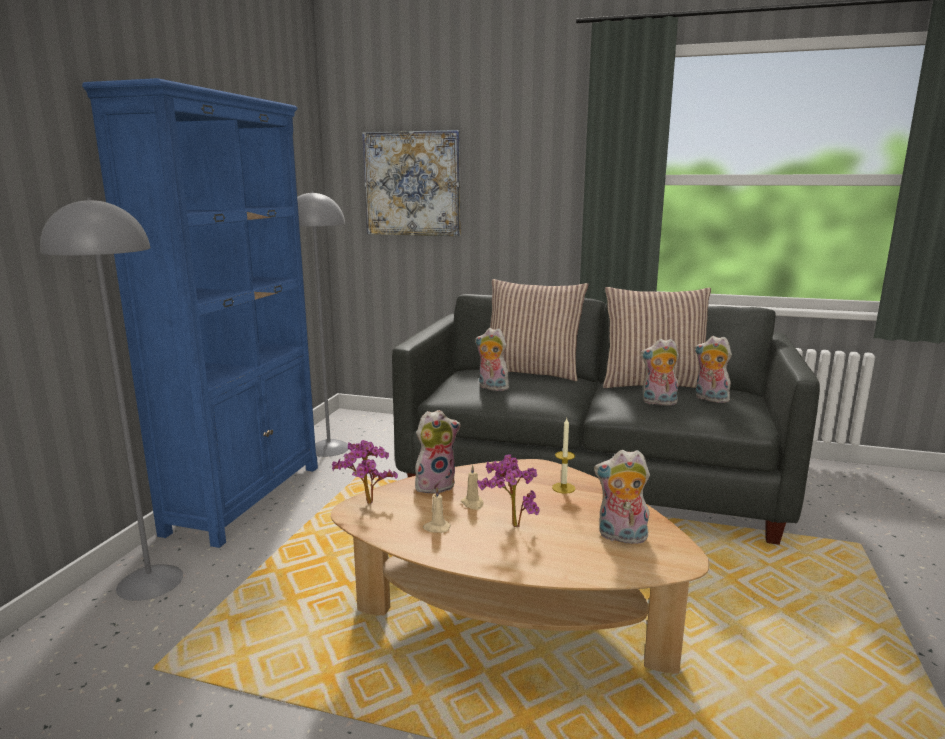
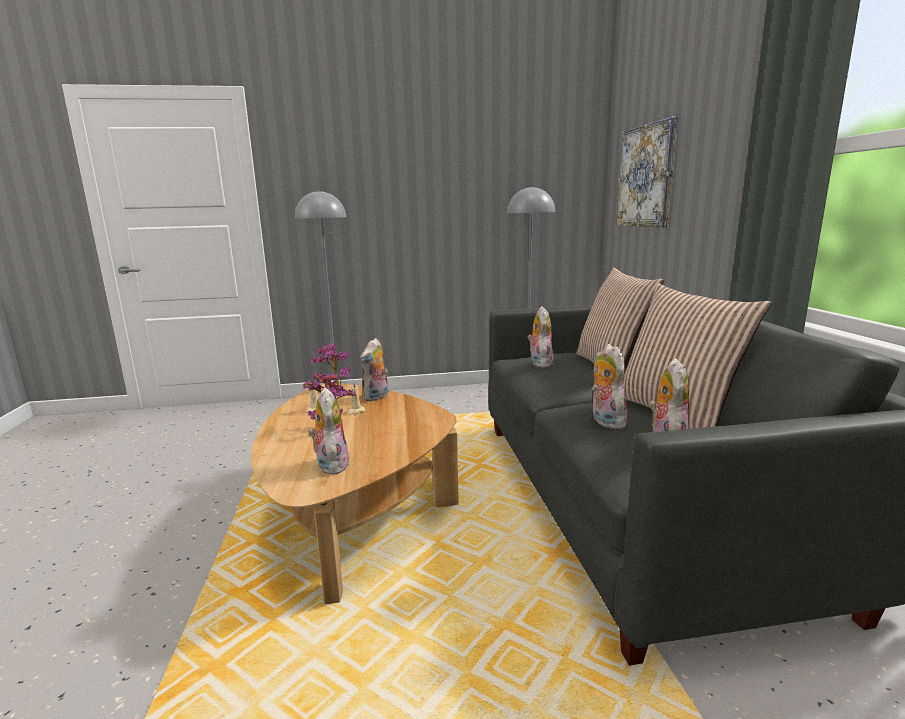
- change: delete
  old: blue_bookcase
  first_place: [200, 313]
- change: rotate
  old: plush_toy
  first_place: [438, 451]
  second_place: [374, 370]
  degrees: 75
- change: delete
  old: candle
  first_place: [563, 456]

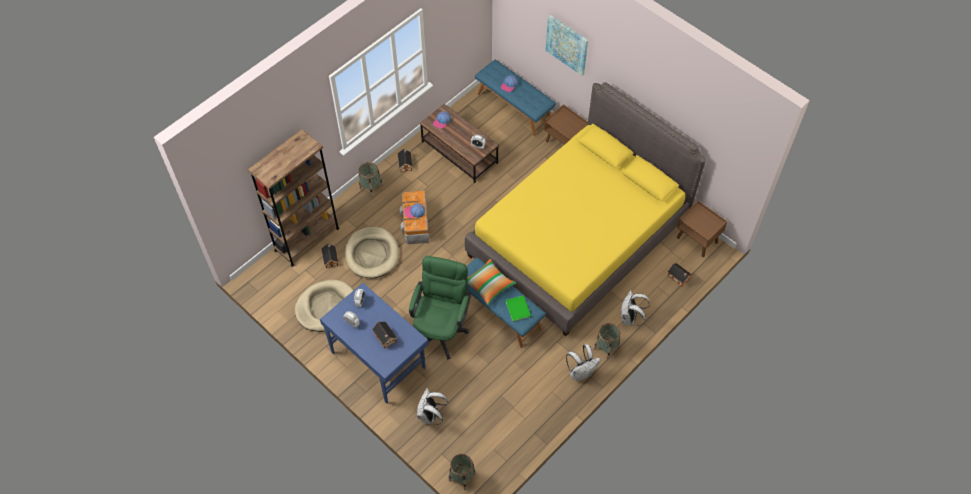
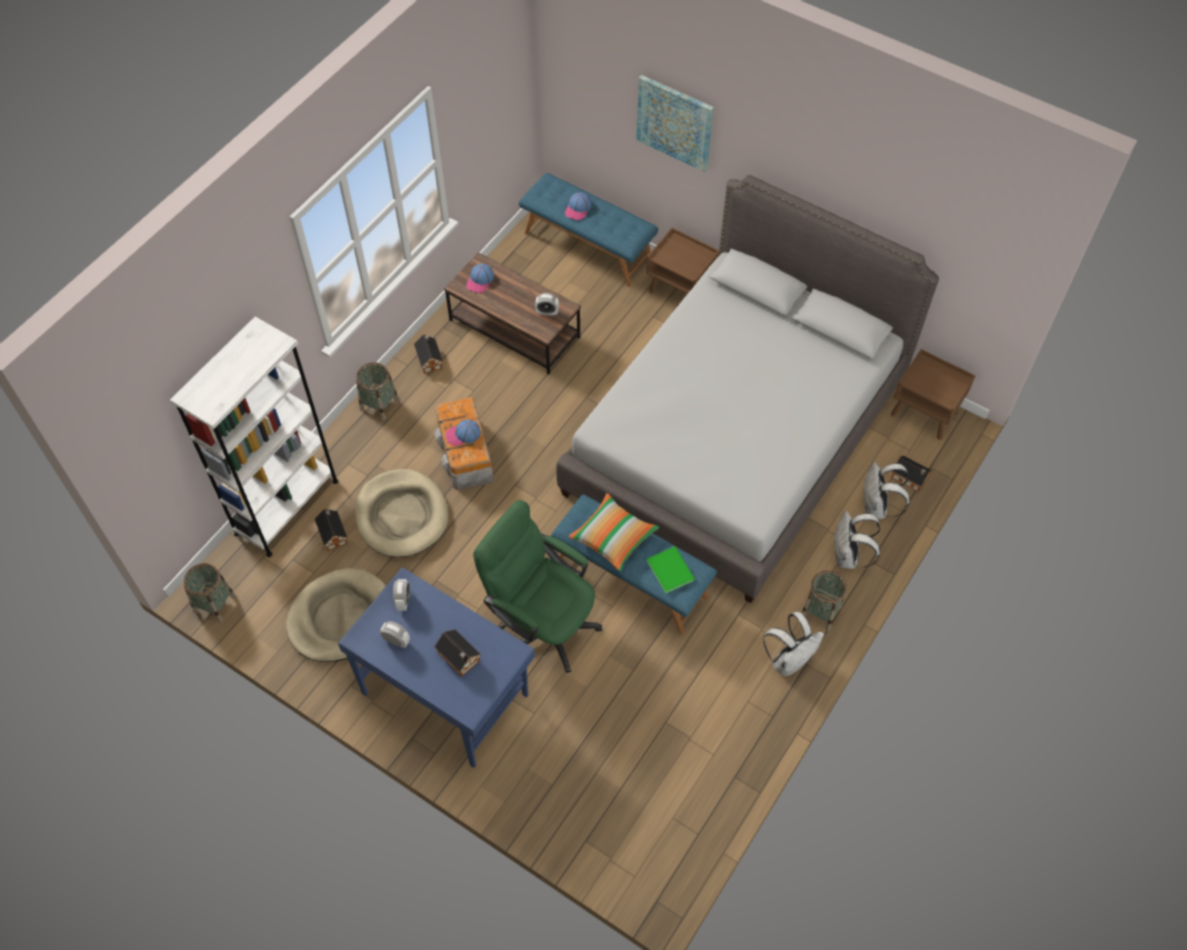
- change: recolor
  old: brown_bookcase
  new: white_bookcase
  first_place: [293, 198]
  second_place: [254, 436]
- change: rotate
  old: green_office_chair
  first_place: [440, 308]
  second_place: [537, 586]
  degrees: -60
- change: move
  old: white_backpack
  first_place: [432, 406]
  second_place: [887, 490]
- change: move
  old: basket
  first_place: [462, 472]
  second_place: [210, 593]
- change: recolor
  old: yellow_bed
  new: grey_bed
  first_place: [585, 209]
  second_place: [747, 389]

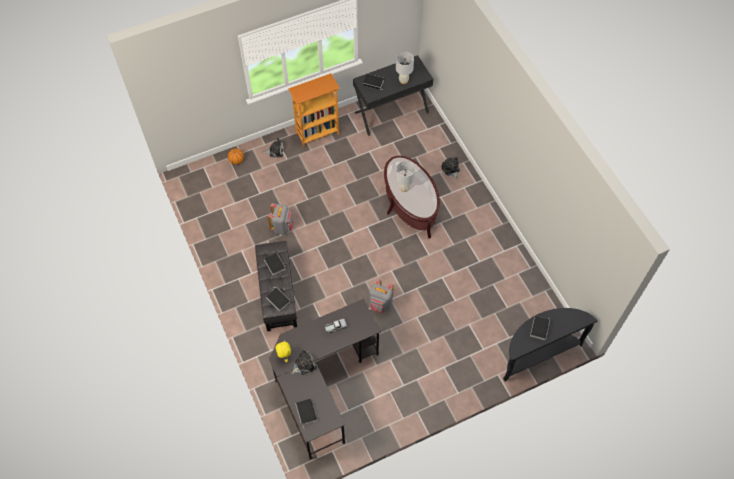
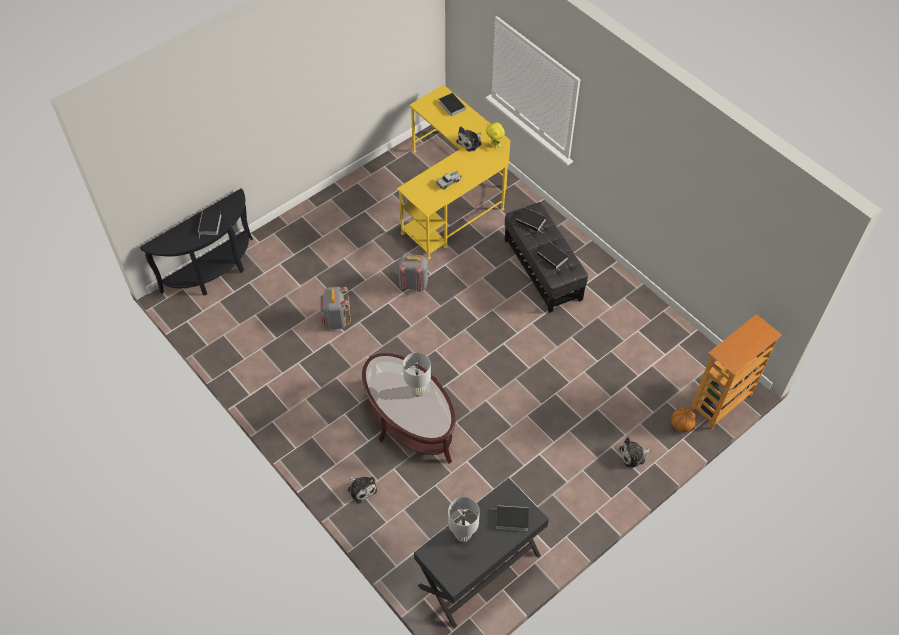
- change: move
  old: grey_backpack
  first_place: [281, 219]
  second_place: [335, 308]
- change: recolor
  old: black_desk
  new: yellow_desk
  first_place: [325, 379]
  second_place: [453, 172]
- change: move
  old: bookcase
  first_place: [314, 110]
  second_place: [736, 371]

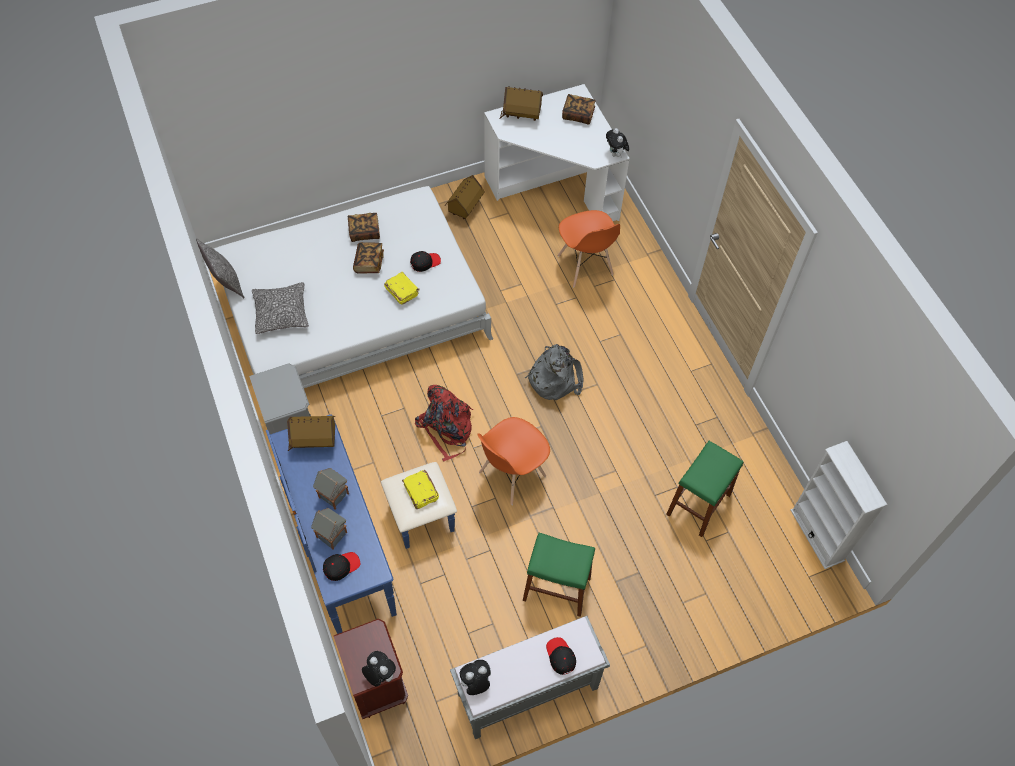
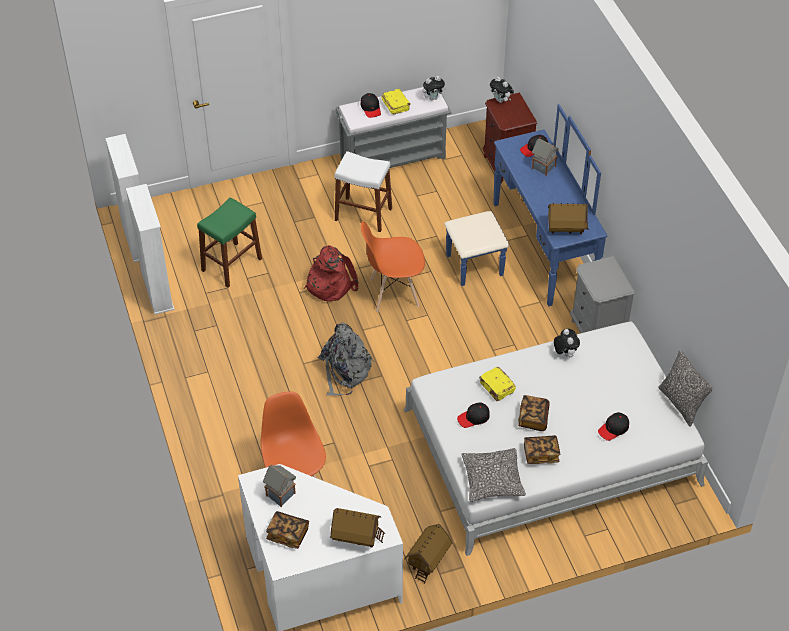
- change: move
  old: pillow
  first_place: [280, 308]
  second_place: [493, 475]
- change: move
  old: toy_house
  first_place: [331, 489]
  second_place: [279, 485]
- change: move
  old: yellow_book
  first_place: [420, 489]
  second_place: [396, 102]
- change: move
  old: red_backpack
  first_place: [444, 423]
  second_place: [331, 273]
- change: rotate
  old: orange_chair
  first_place: [514, 461]
  second_place: [393, 266]
  degrees: -150
- change: recolor
  old: green_stool
  new: white_stool
  first_place: [559, 575]
  second_place: [363, 191]
- change: move
  old: plush_toy
  first_place: [617, 142]
  second_place: [567, 343]
- change: insert
  new: white_bookcase
  second_place: [150, 249]
- change: insert
  new: black_cap
  second_place: [613, 426]

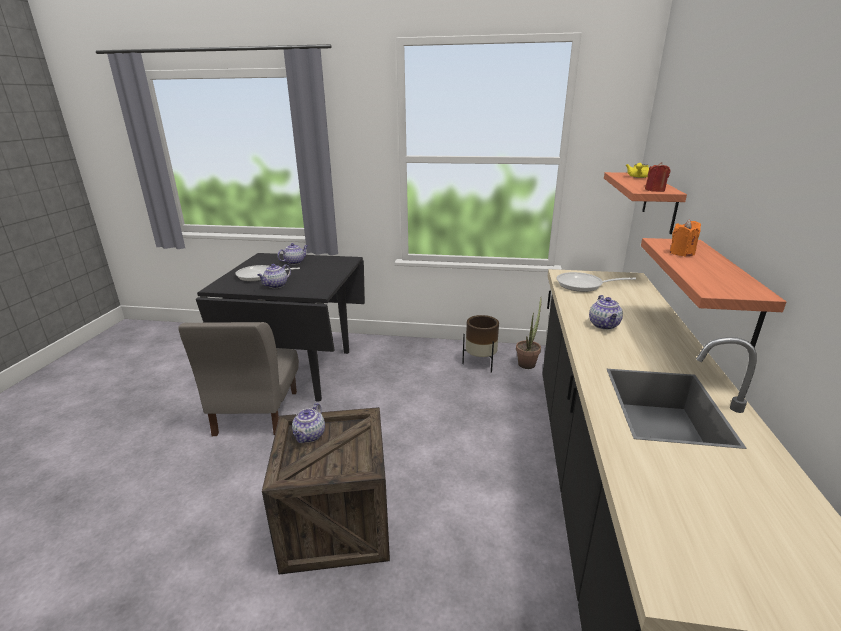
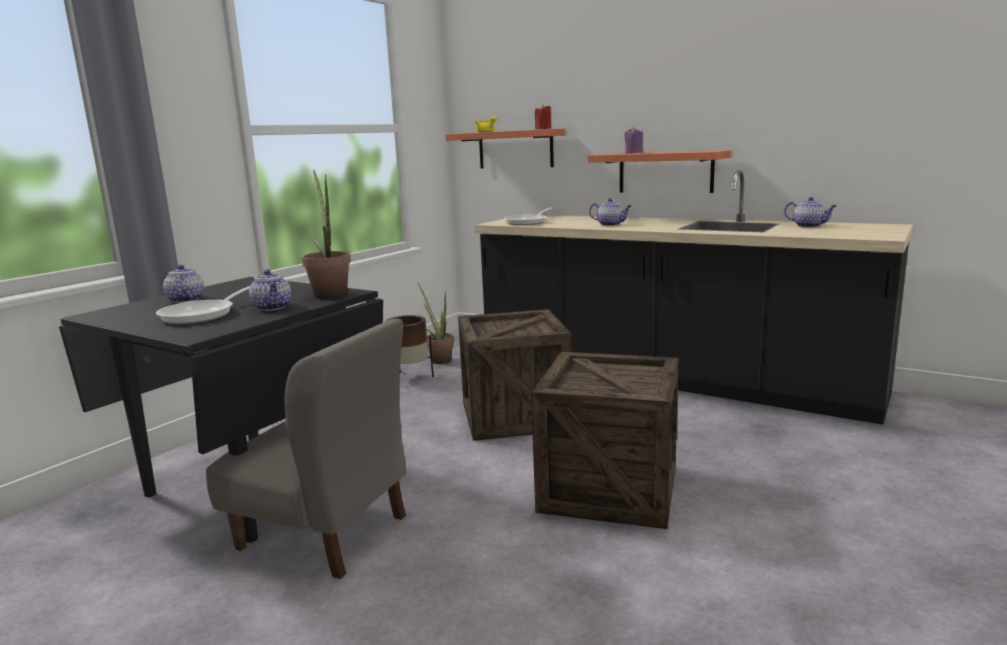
- change: move
  old: teapot
  first_place: [308, 423]
  second_place: [810, 212]
- change: recolor
  old: orange_candle
  new: purple_candle
  first_place: [685, 238]
  second_place: [633, 140]
- change: insert
  new: potted_plant
  second_place: [326, 234]
- change: insert
  new: crate
  second_place: [515, 375]

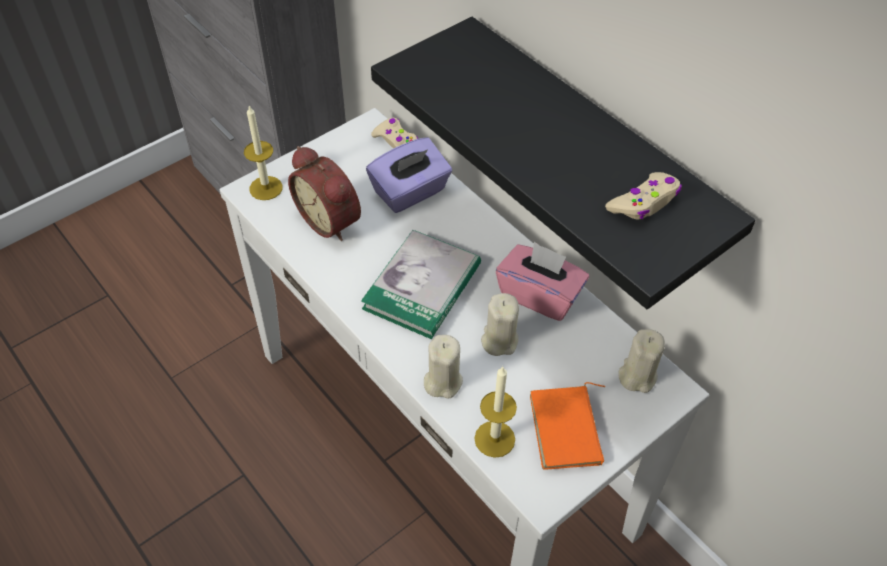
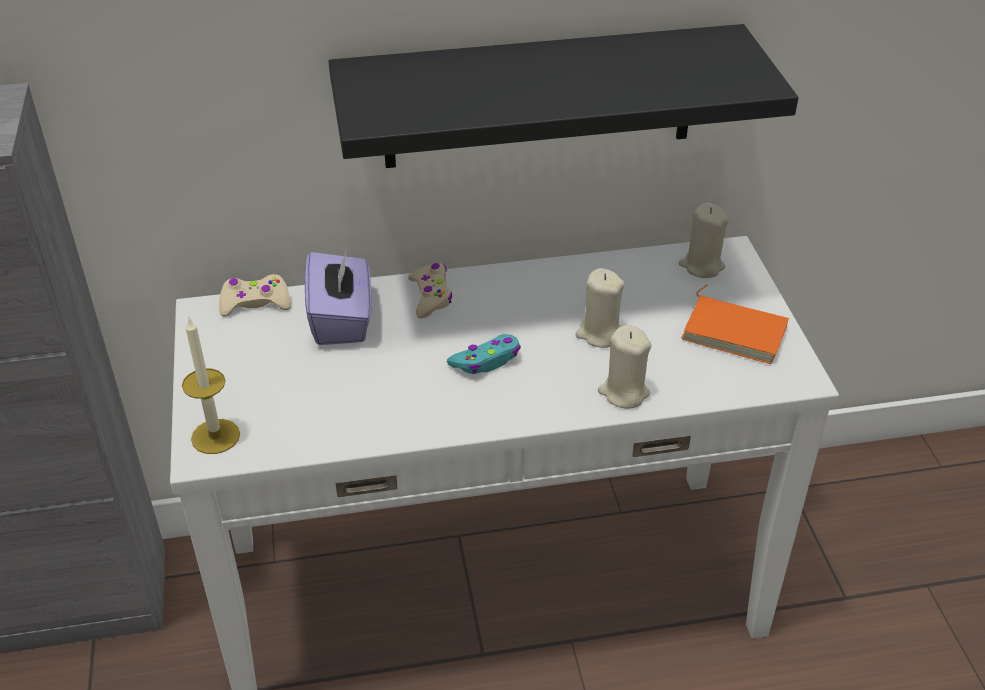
- change: delete
  old: alarm_clock
  first_place: [324, 193]
- change: replace
  old: book
  new: turquoise_game_controller
  first_place: [421, 284]
  second_place: [484, 354]
- change: delete
  old: candle
  first_place: [495, 412]
- change: delete
  old: pink_tissue_box
  first_place: [542, 281]
- change: move
  old: beige_game_controller
  first_place: [643, 196]
  second_place: [430, 291]

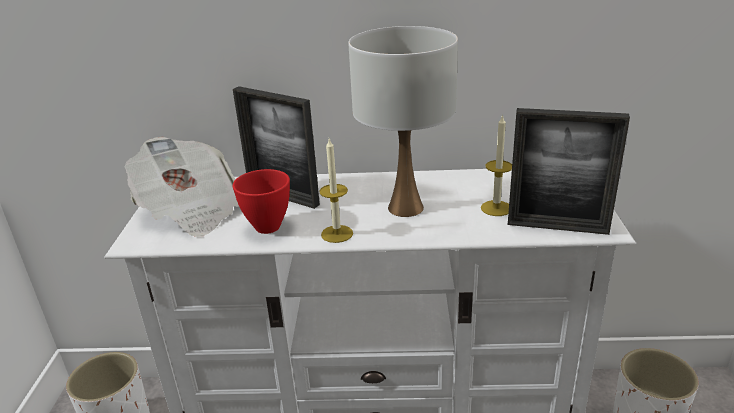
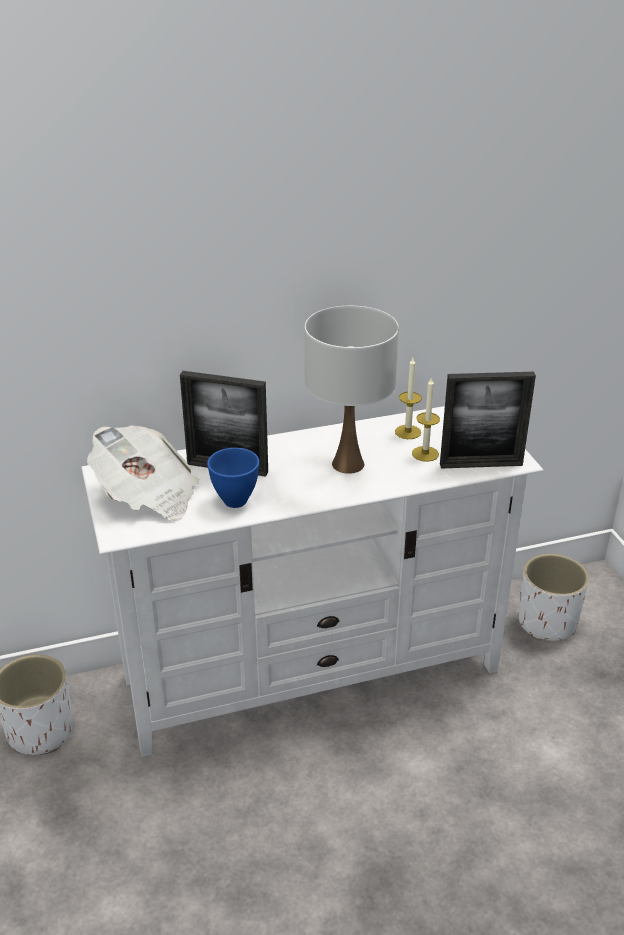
- change: recolor
  old: red_bowl
  new: blue_bowl
  first_place: [261, 201]
  second_place: [233, 478]
- change: move
  old: candle
  first_place: [336, 191]
  second_place: [408, 398]

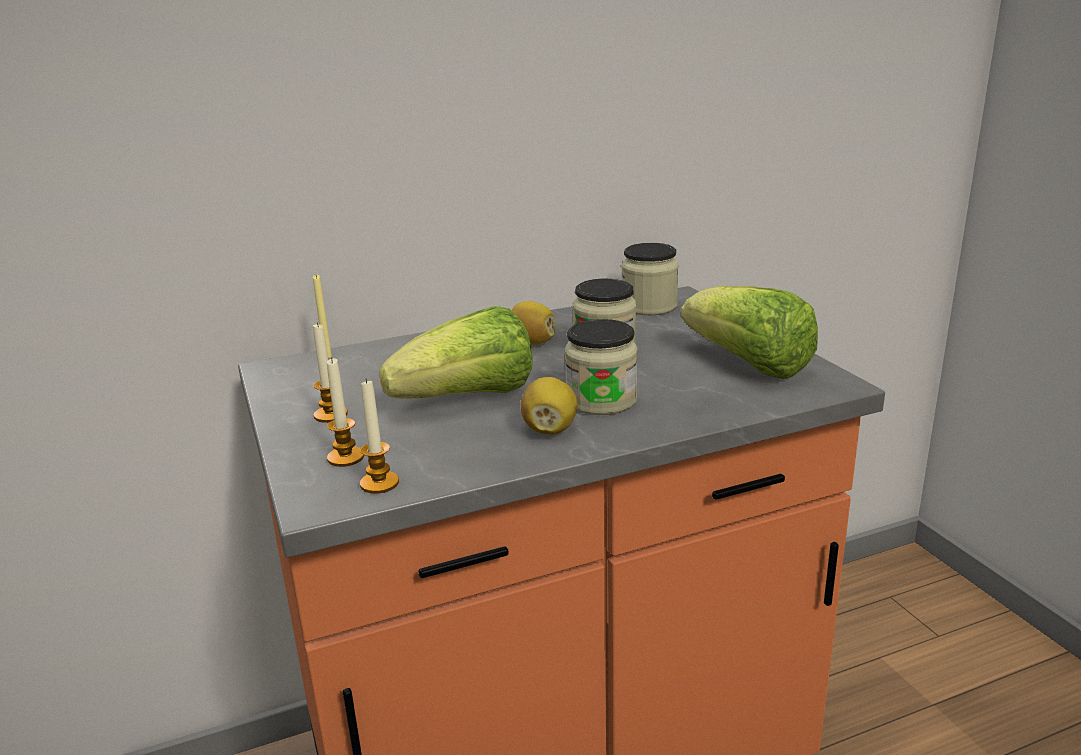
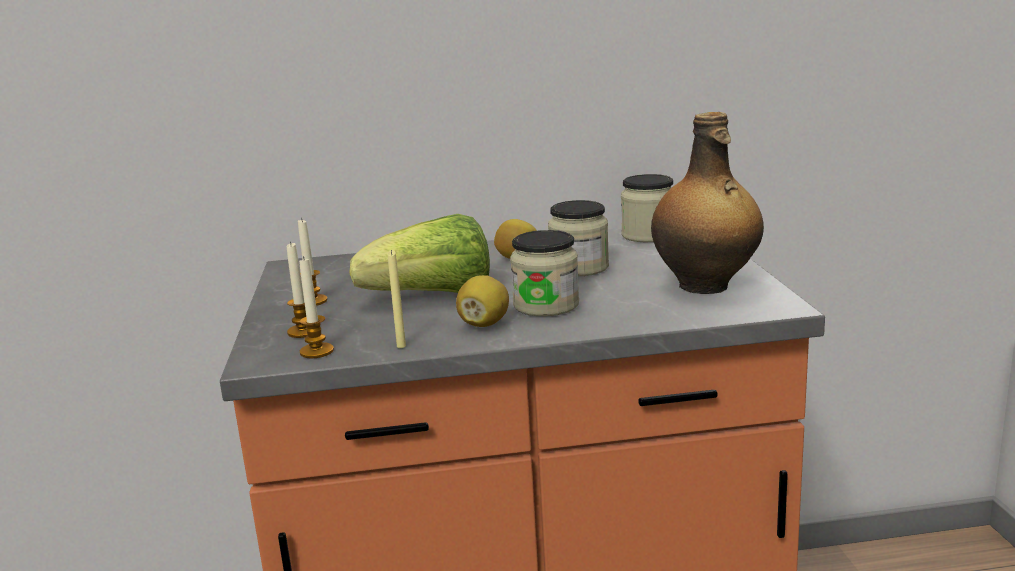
- change: move
  old: yellow_candle
  first_place: [322, 316]
  second_place: [397, 299]
- change: replace
  old: lettuce
  new: bottle
  first_place: [749, 332]
  second_place: [707, 203]

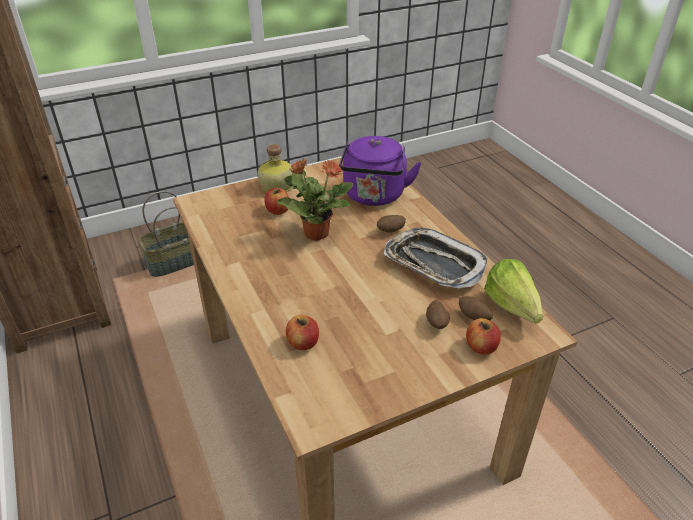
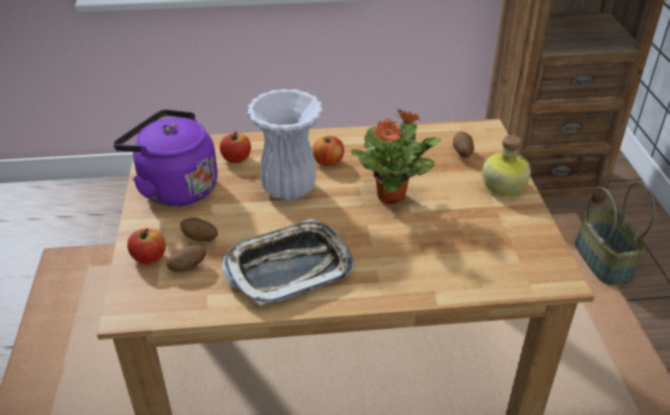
- change: move
  old: apple
  first_place: [276, 201]
  second_place: [328, 151]
- change: move
  old: purple_kettle
  first_place: [380, 171]
  second_place: [165, 158]
- change: move
  old: potato
  first_place: [391, 223]
  second_place: [463, 144]
- change: delete
  old: lettuce
  first_place: [513, 291]
- change: insert
  new: white_vase
  second_place: [285, 144]

